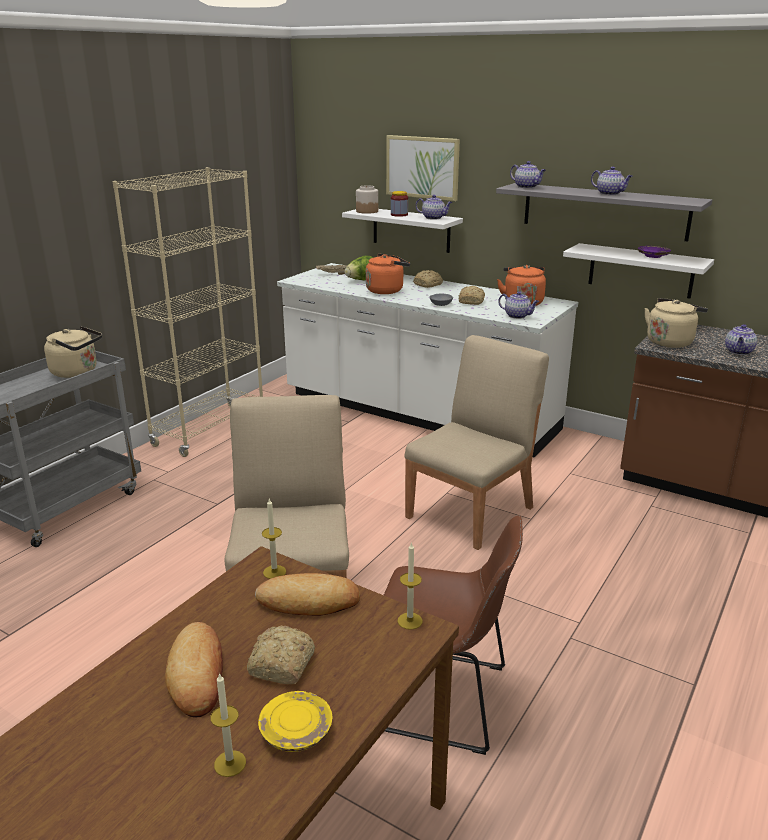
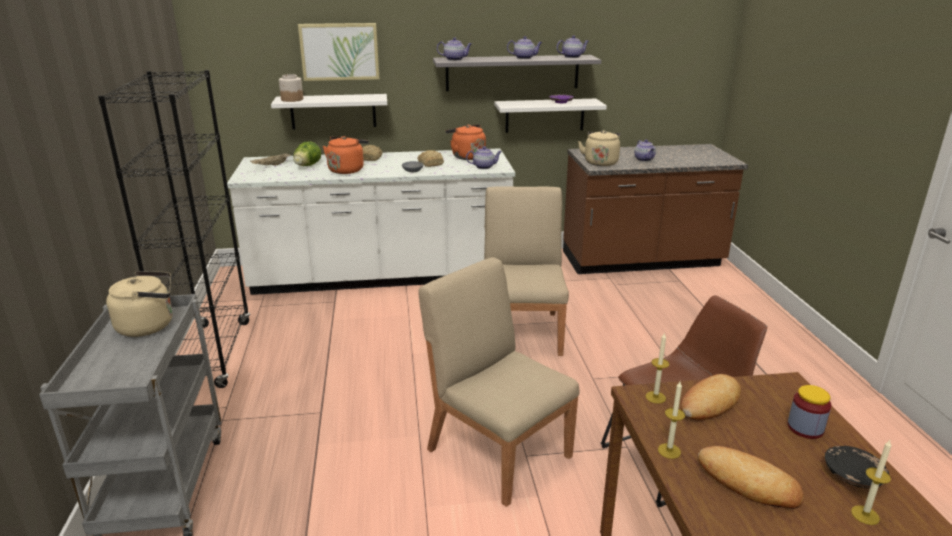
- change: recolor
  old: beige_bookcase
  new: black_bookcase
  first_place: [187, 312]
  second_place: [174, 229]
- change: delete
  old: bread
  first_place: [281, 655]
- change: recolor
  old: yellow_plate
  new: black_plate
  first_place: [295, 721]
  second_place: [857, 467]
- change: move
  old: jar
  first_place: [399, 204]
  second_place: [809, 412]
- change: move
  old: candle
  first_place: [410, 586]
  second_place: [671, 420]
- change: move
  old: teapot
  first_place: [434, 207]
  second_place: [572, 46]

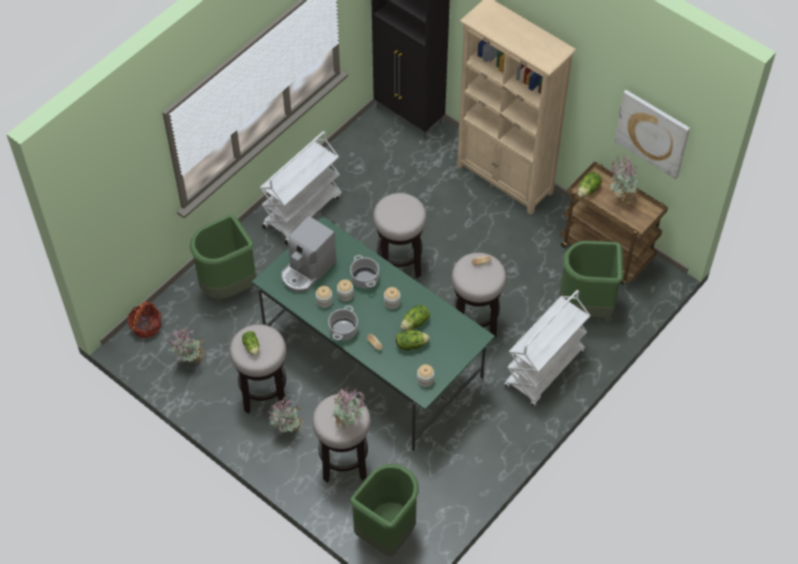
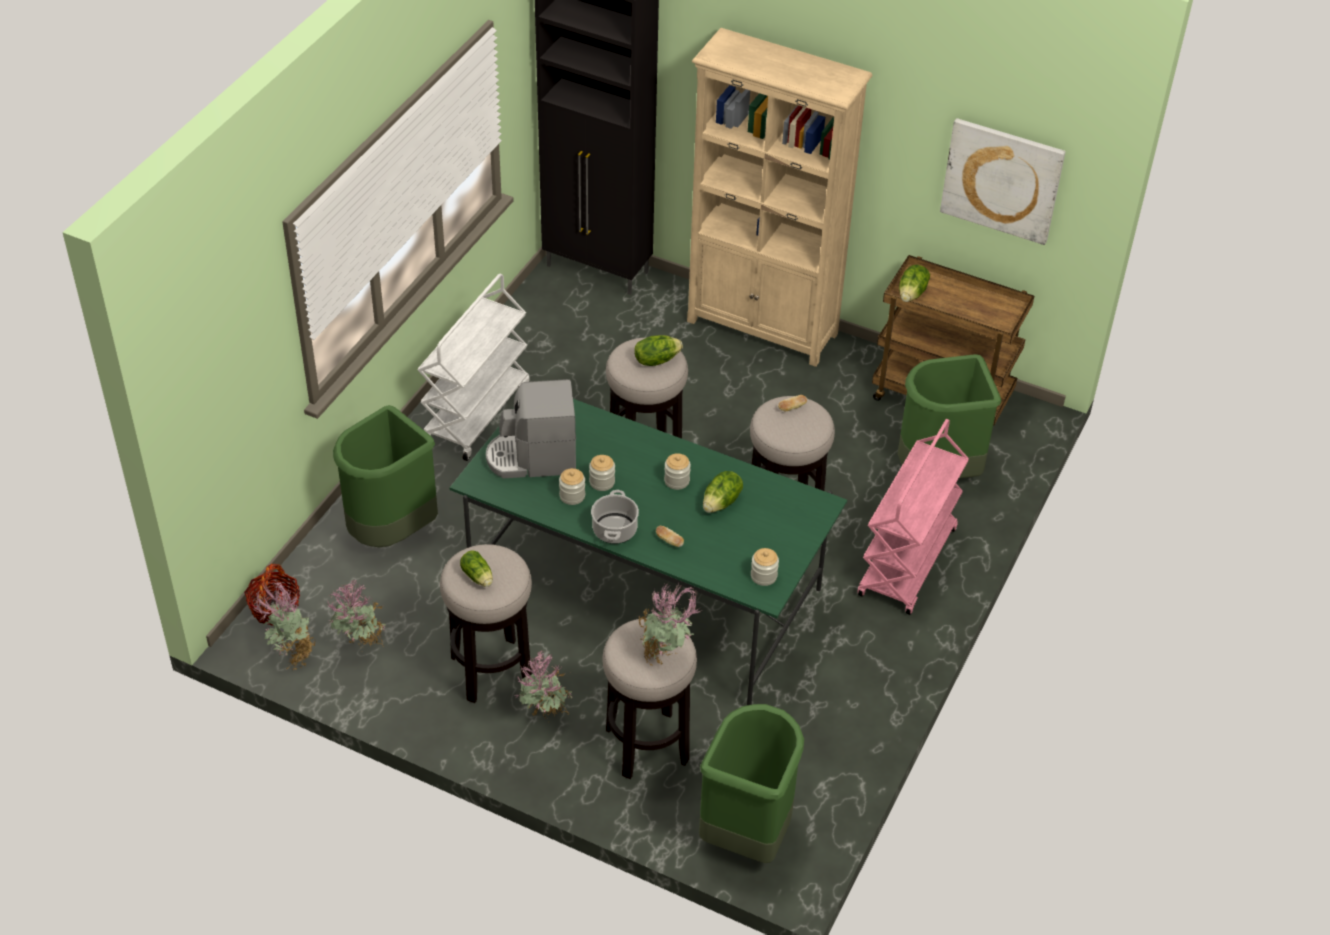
- change: rotate
  old: coffee_machine
  first_place: [308, 254]
  second_place: [531, 428]
  degrees: 60
- change: delete
  old: cooking_pot
  first_place: [364, 272]
- change: move
  old: lettuce
  first_place: [413, 340]
  second_place: [658, 350]
- change: recolor
  old: white_cart
  new: pink_cart
  first_place: [547, 348]
  second_place: [913, 517]
- change: move
  old: potted_plant
  first_place: [625, 183]
  second_place: [283, 625]

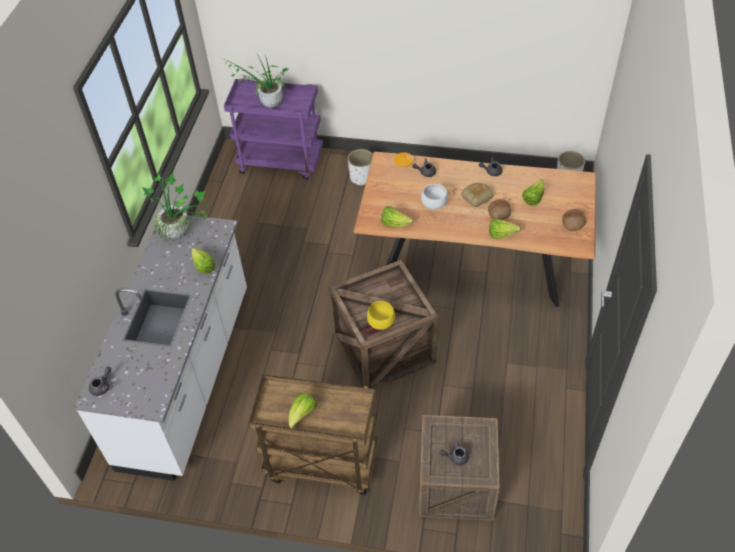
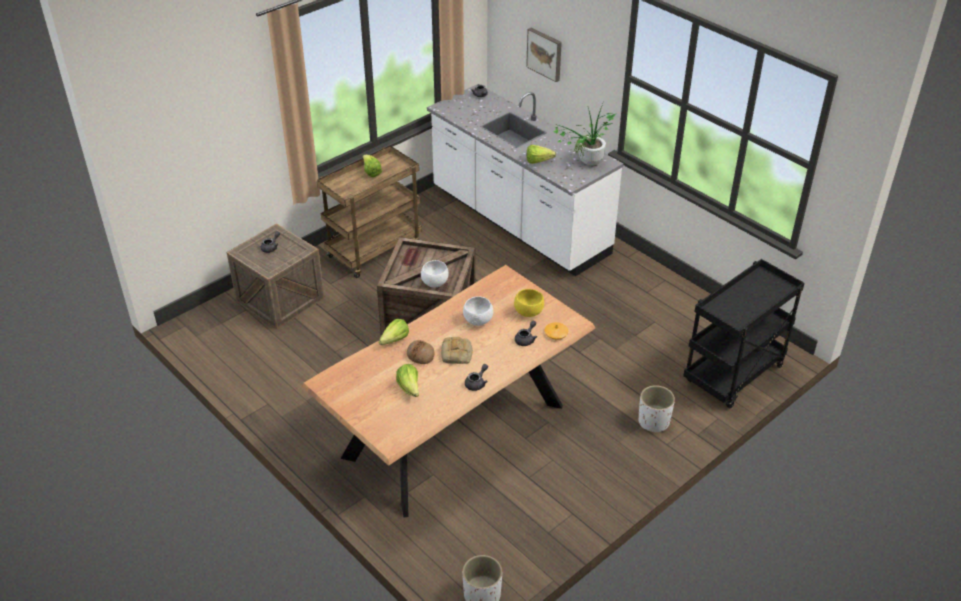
- change: recolor
  old: purple_cart
  new: black_cart
  first_place: [273, 129]
  second_place: [744, 333]
- change: delete
  old: potted_plant
  first_place: [258, 81]
- change: move
  old: yellow_bowl
  first_place: [381, 315]
  second_place: [529, 303]
- change: delete
  old: lettuce
  first_place: [397, 216]
- change: delete
  old: bread
  first_place: [574, 220]
- change: insert
  new: white_bowl
  second_place: [434, 274]
- change: insert
  new: picture
  second_place: [544, 54]

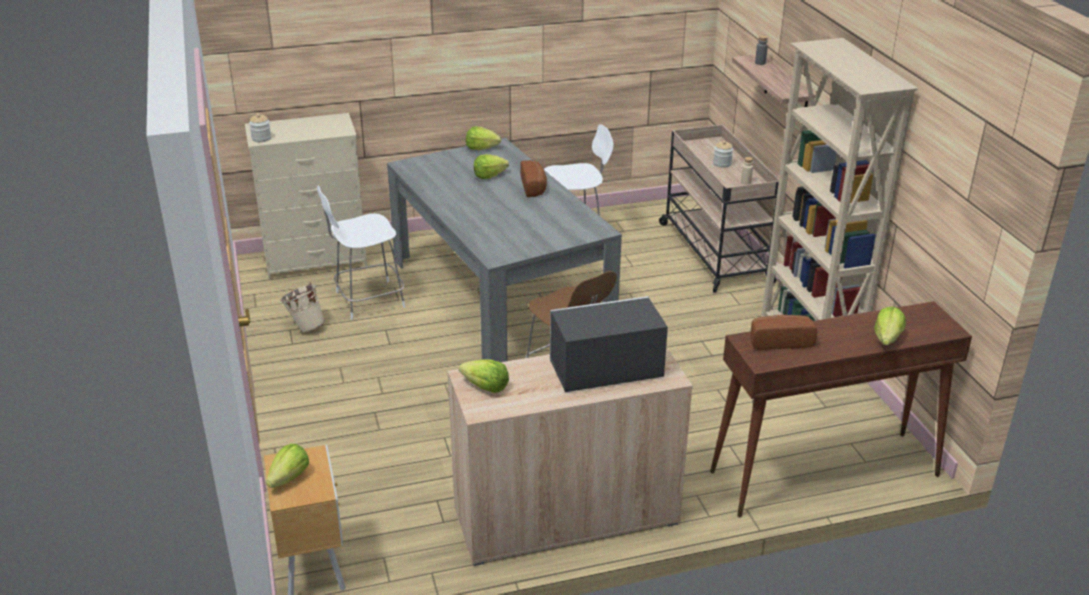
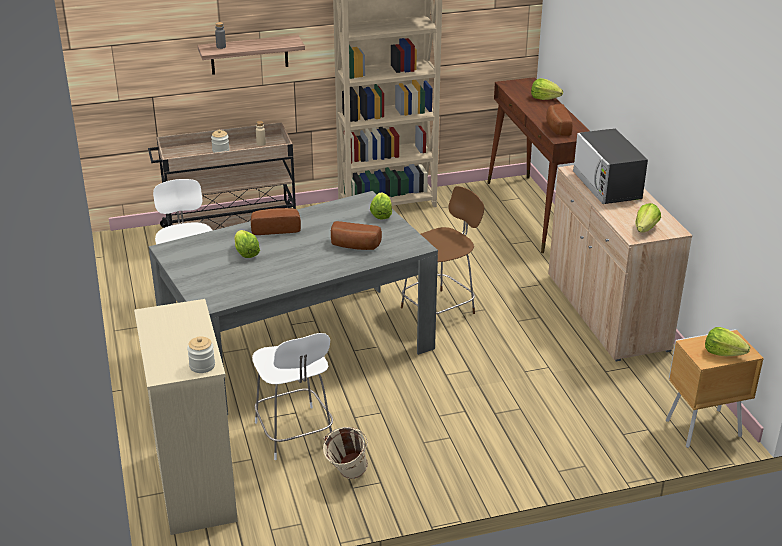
- change: move
  old: lettuce
  first_place: [483, 138]
  second_place: [381, 206]
- change: insert
  new: bread
  second_place: [356, 235]

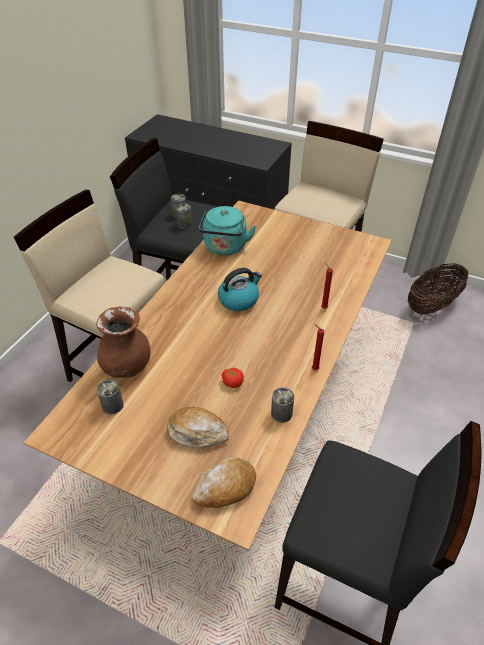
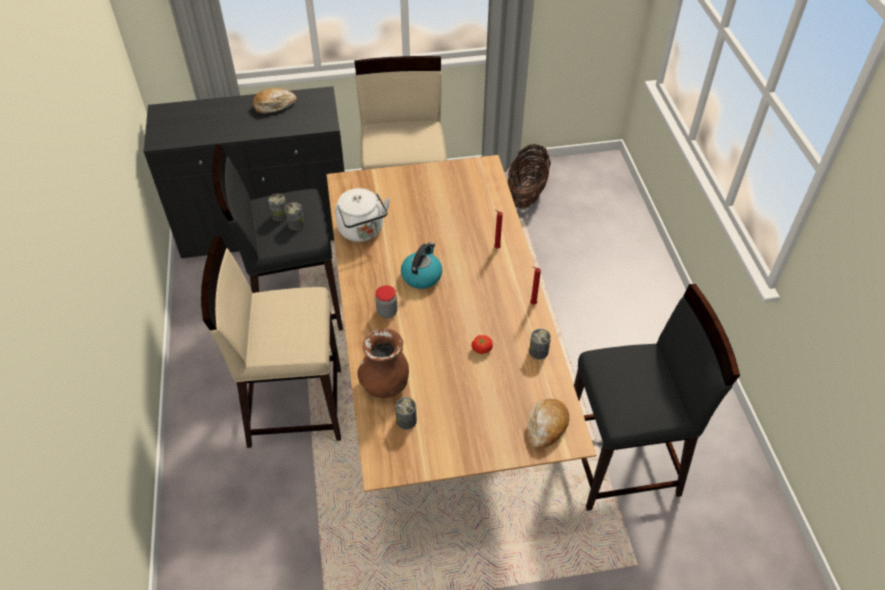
- change: move
  old: bread
  first_place: [198, 427]
  second_place: [275, 101]
- change: recolor
  old: turquoise_kettle
  new: white_kettle
  first_place: [227, 230]
  second_place: [362, 215]
- change: insert
  new: jar
  second_place: [386, 301]

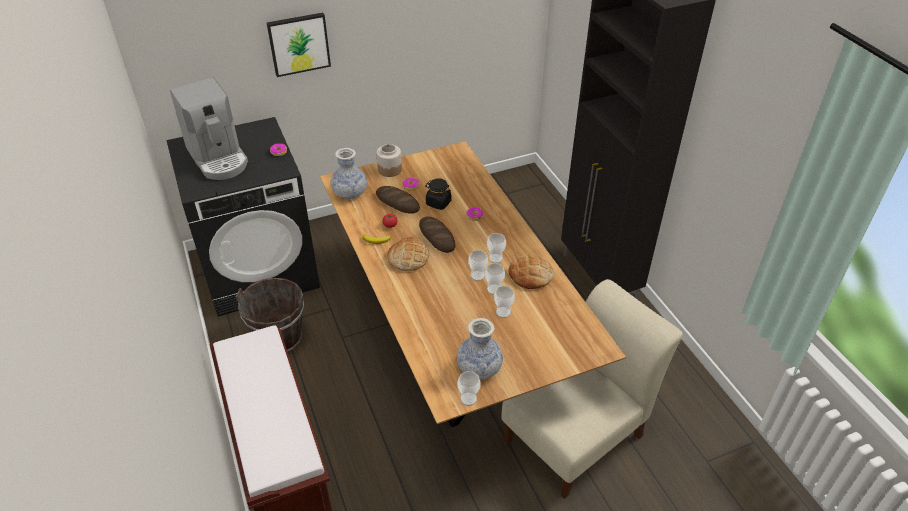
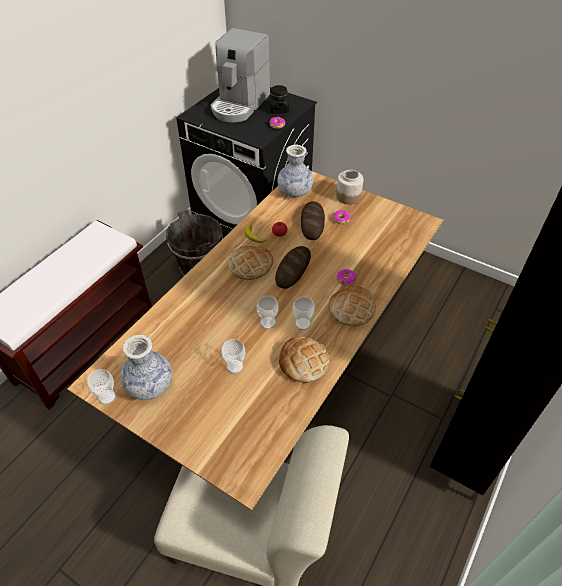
- change: delete
  old: picture
  first_place: [299, 45]
- change: move
  old: black_jar
  first_place: [438, 194]
  second_place: [279, 99]
- change: delete
  old: cup
  first_place: [495, 279]
- change: insert
  new: bread
  second_place: [352, 306]

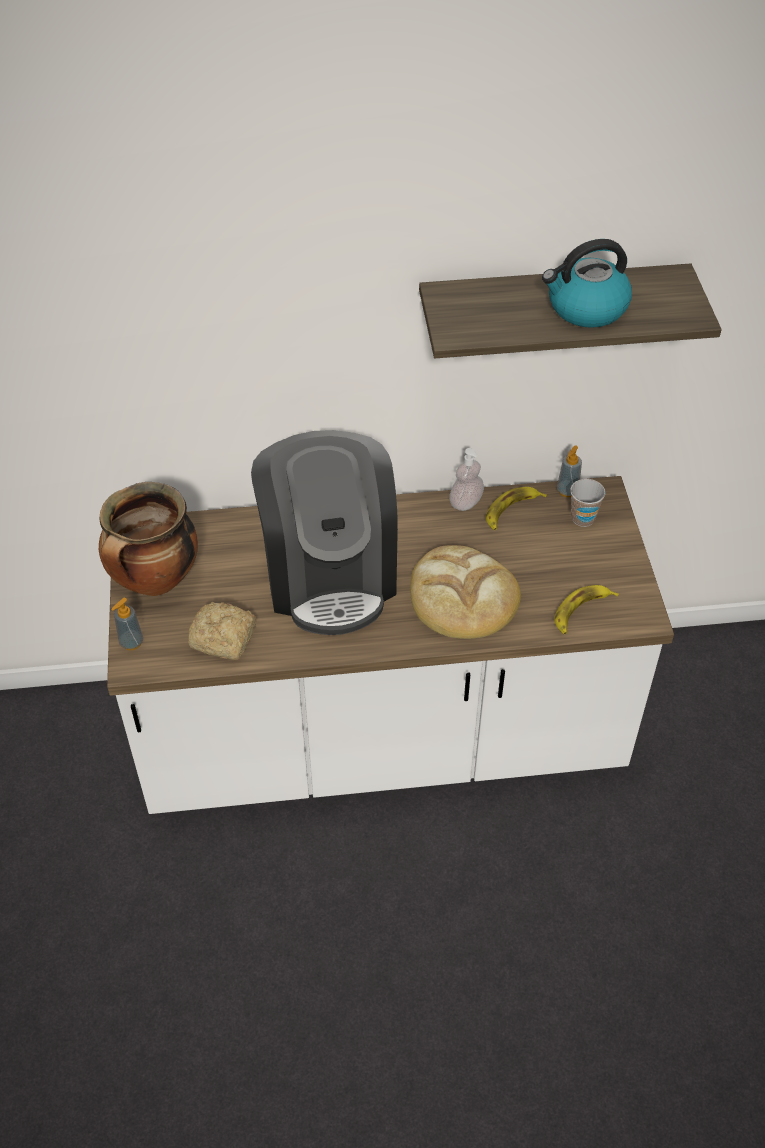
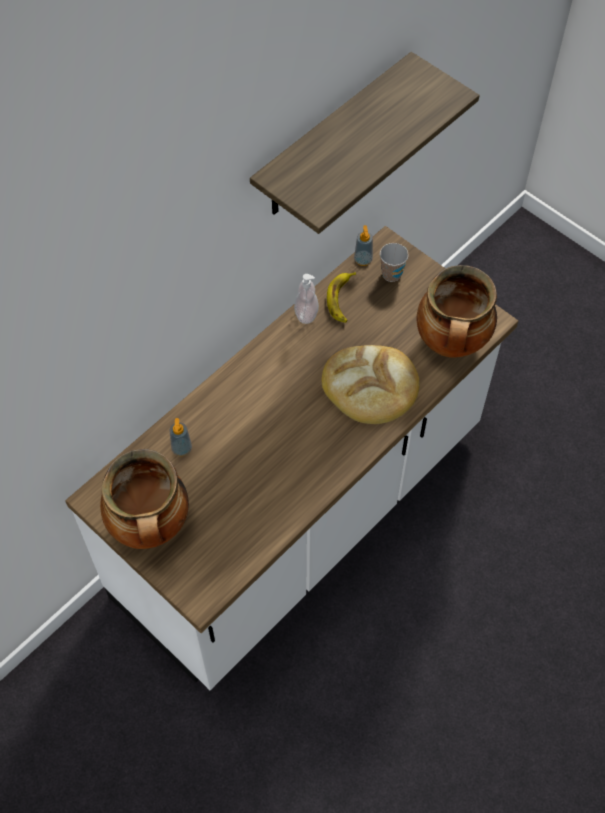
- change: move
  old: soap_dispenser
  first_place: [127, 624]
  second_place: [181, 437]
- change: delete
  old: bread
  first_place: [222, 631]
- change: delete
  old: coffee_machine
  first_place: [324, 532]
- change: delete
  old: kettle
  first_place: [587, 283]
- change: replace
  old: banana
  new: cooking_pot
  first_place: [586, 609]
  second_place: [457, 311]

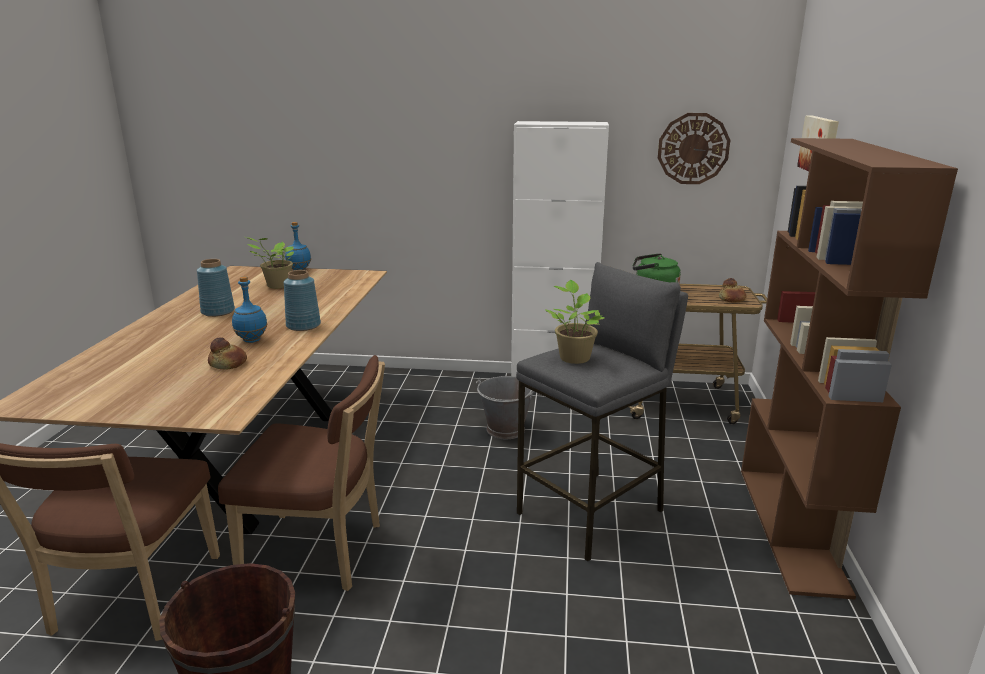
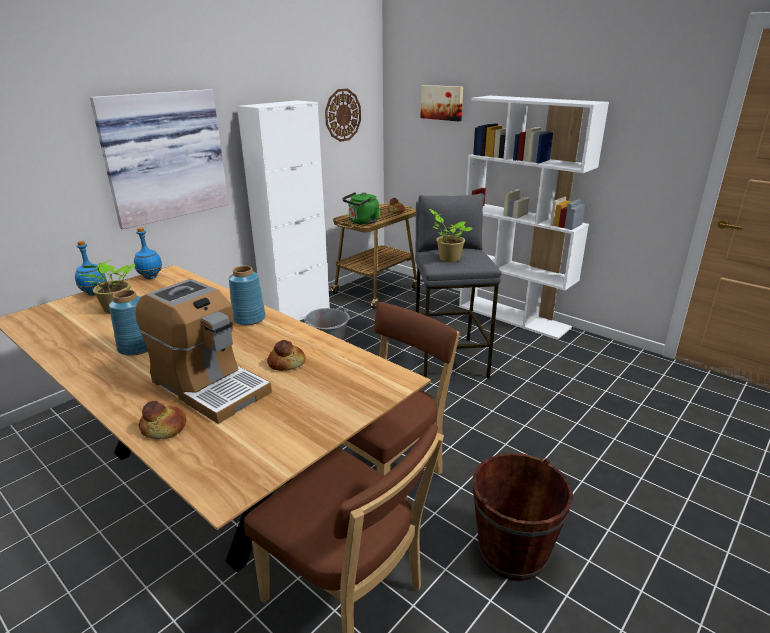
- change: move
  old: blue_bottle
  first_place: [249, 309]
  second_place: [148, 253]
- change: recolor
  old: brown_bookcase
  new: white_bookcase
  first_place: [849, 369]
  second_place: [534, 218]
- change: insert
  new: picture
  second_place: [159, 159]
- change: insert
  new: coffee_machine
  second_place: [204, 351]
- change: insert
  new: bread
  second_place: [162, 420]

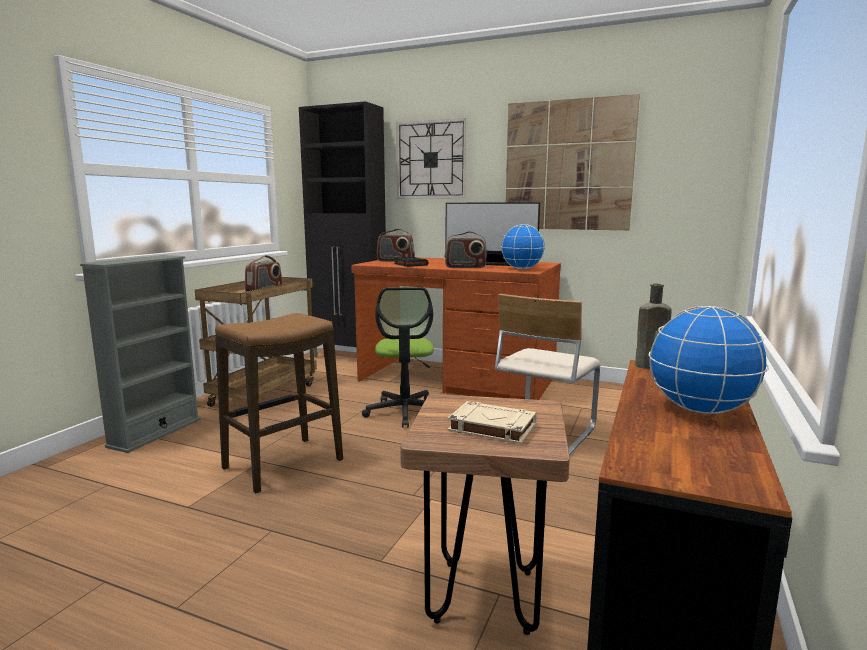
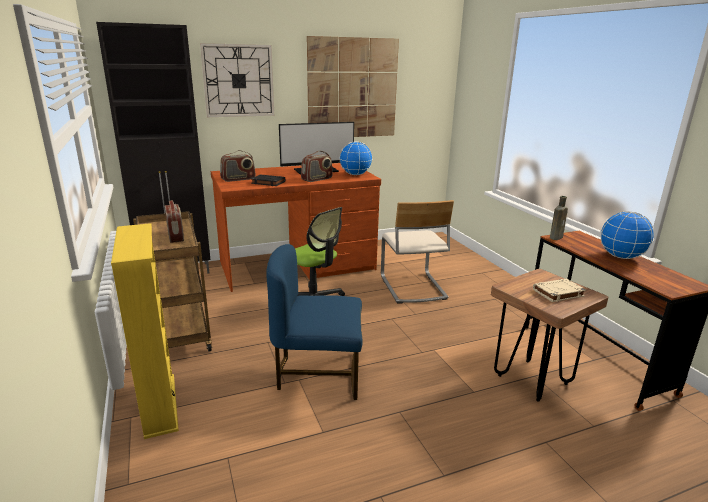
- change: recolor
  old: grey_bookcase
  new: yellow_bookcase
  first_place: [140, 354]
  second_place: [145, 331]
- change: replace
  old: stool
  new: blue_chair
  first_place: [279, 403]
  second_place: [314, 322]

